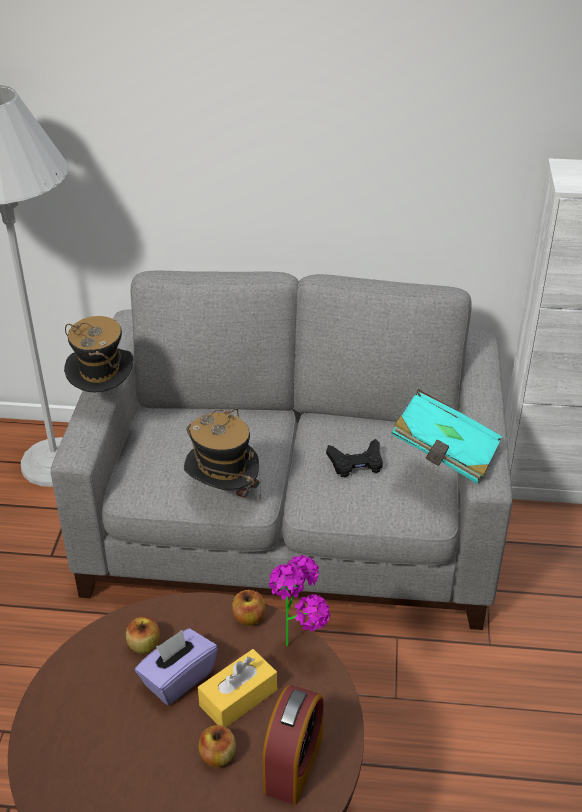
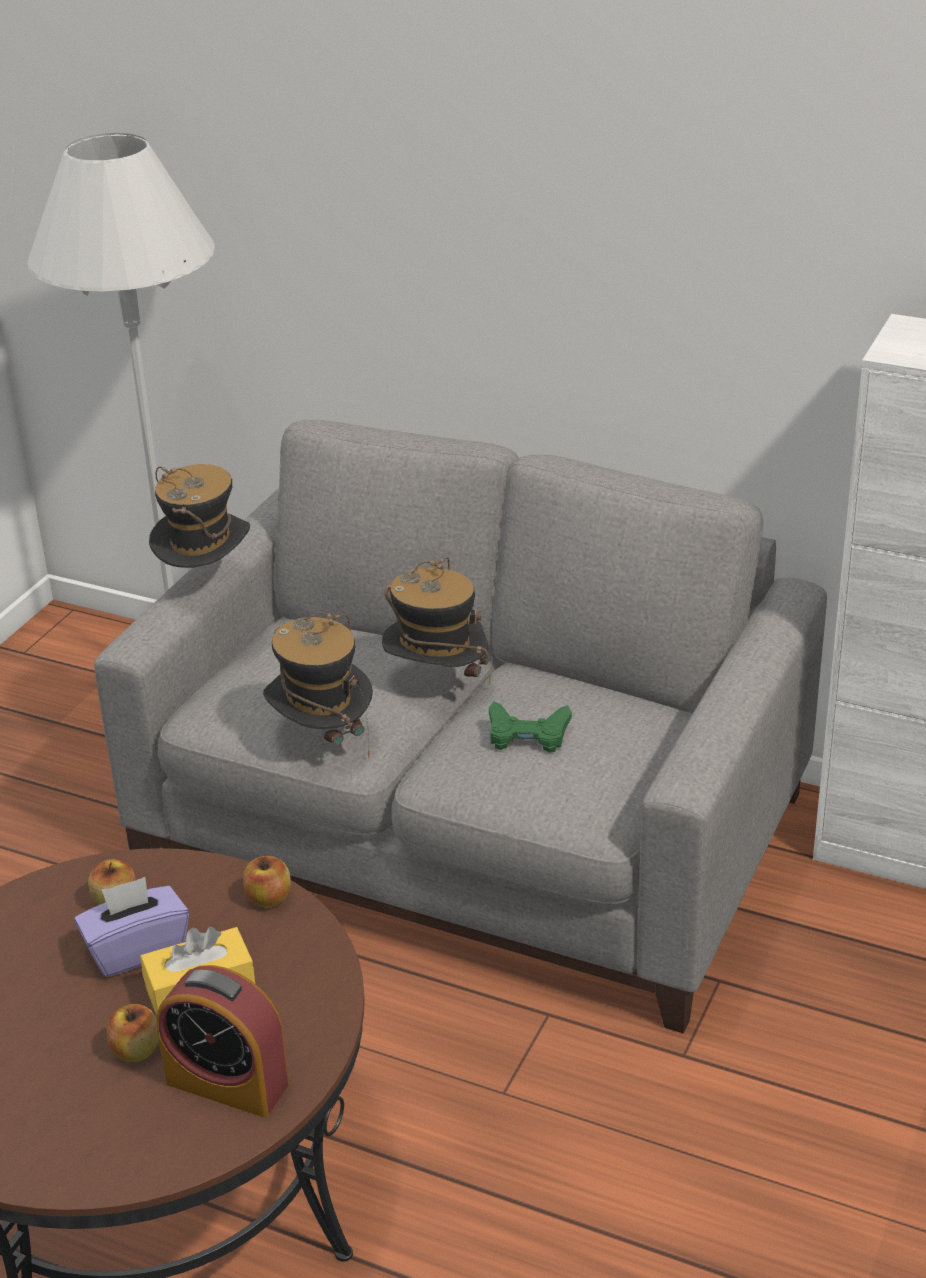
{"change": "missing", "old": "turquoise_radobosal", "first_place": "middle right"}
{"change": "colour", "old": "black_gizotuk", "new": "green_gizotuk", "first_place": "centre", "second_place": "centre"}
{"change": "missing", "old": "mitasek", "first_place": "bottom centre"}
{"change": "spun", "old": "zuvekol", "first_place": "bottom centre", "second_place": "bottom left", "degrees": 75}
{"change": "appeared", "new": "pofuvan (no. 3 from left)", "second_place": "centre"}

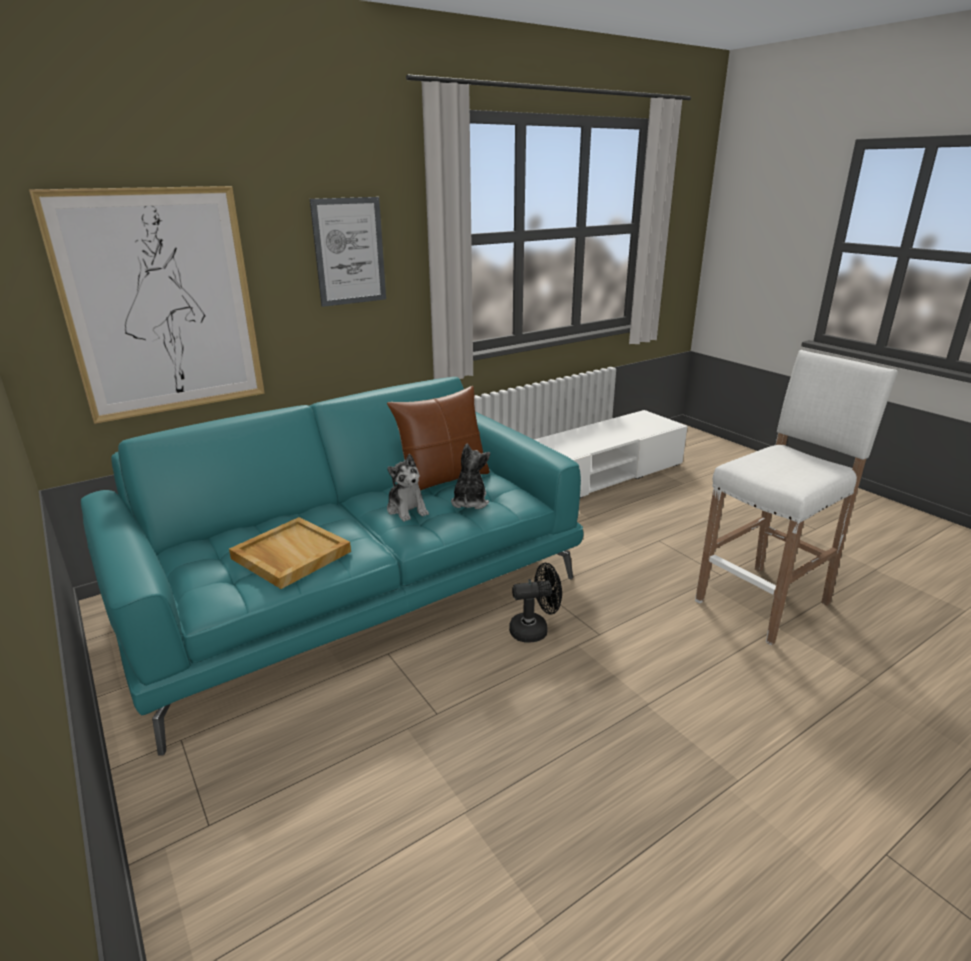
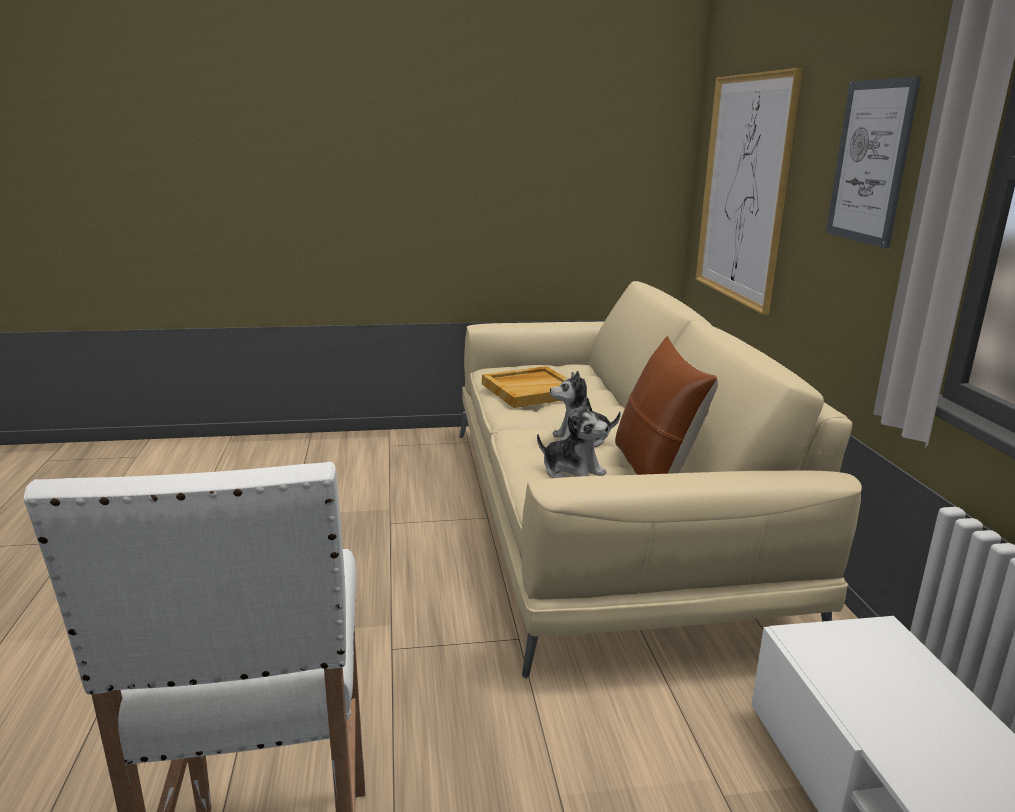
{"change": "colour", "old": "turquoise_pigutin", "new": "beige_pigutin", "first_place": "centre", "second_place": "centre"}
{"change": "missing", "old": "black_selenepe", "first_place": "centre"}

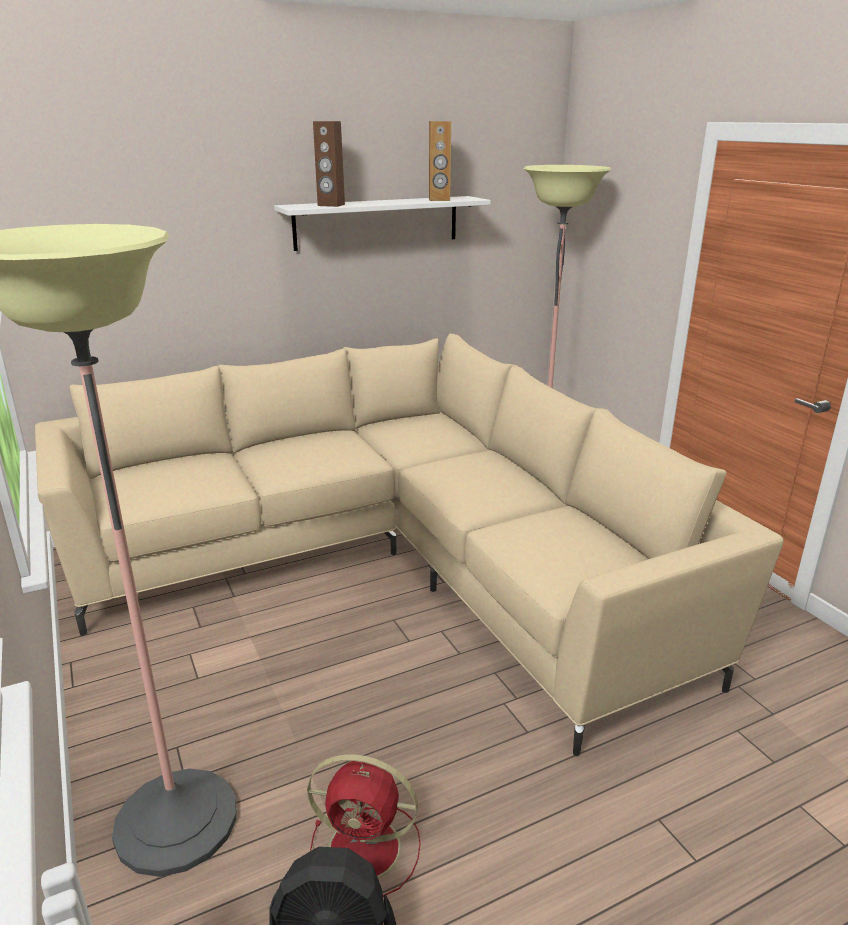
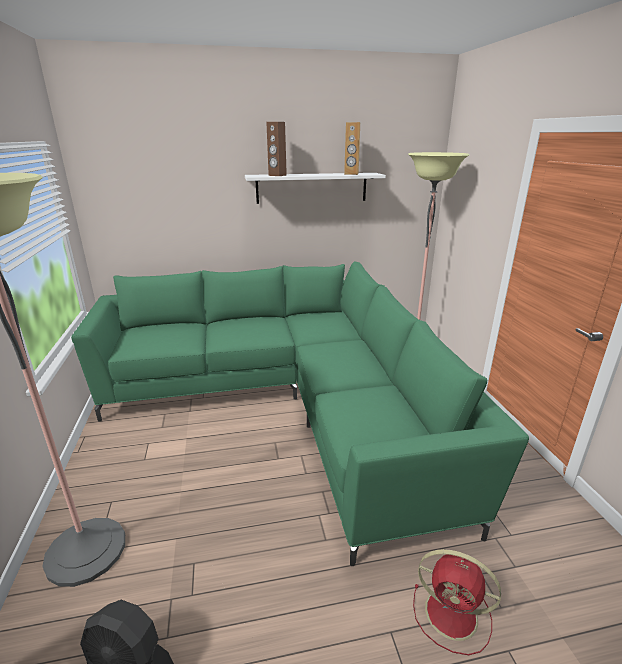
{"change": "colour", "old": "beige_pigutin", "new": "green_pigutin", "first_place": "centre", "second_place": "centre"}
{"change": "relocated", "old": "red_selenepe", "first_place": "bottom centre", "second_place": "bottom right"}

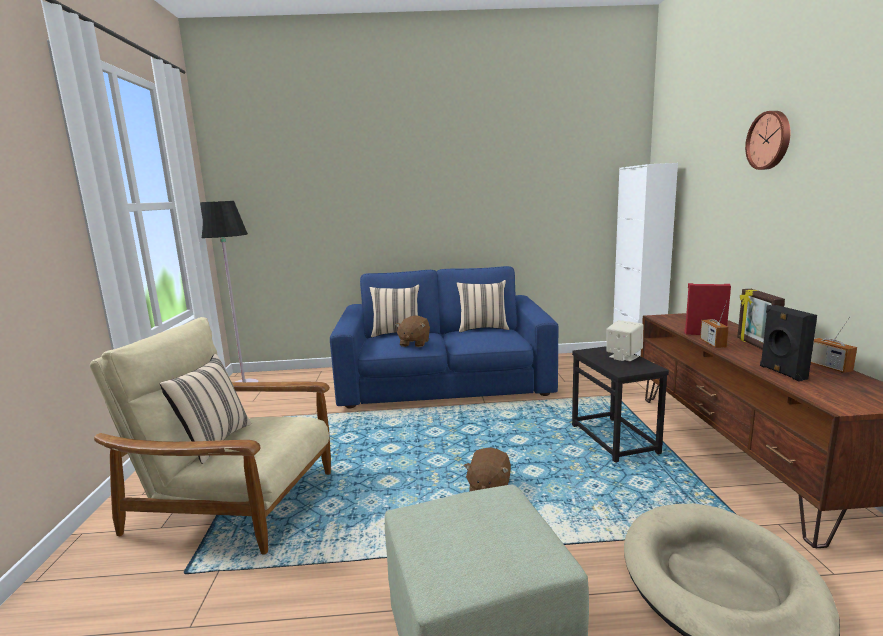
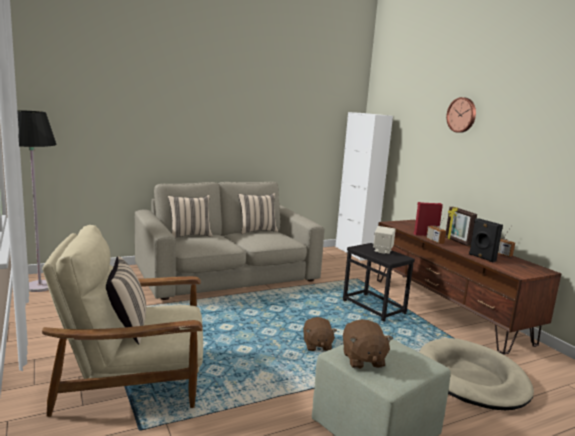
{"change": "colour", "old": "blue_pigutin", "new": "beige_pigutin", "first_place": "centre", "second_place": "centre"}
{"change": "relocated", "old": "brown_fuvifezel (no. 1 from left in the first image)", "new": "brown_fuvifezel (no. 2 from left)", "first_place": "centre", "second_place": "bottom centre"}

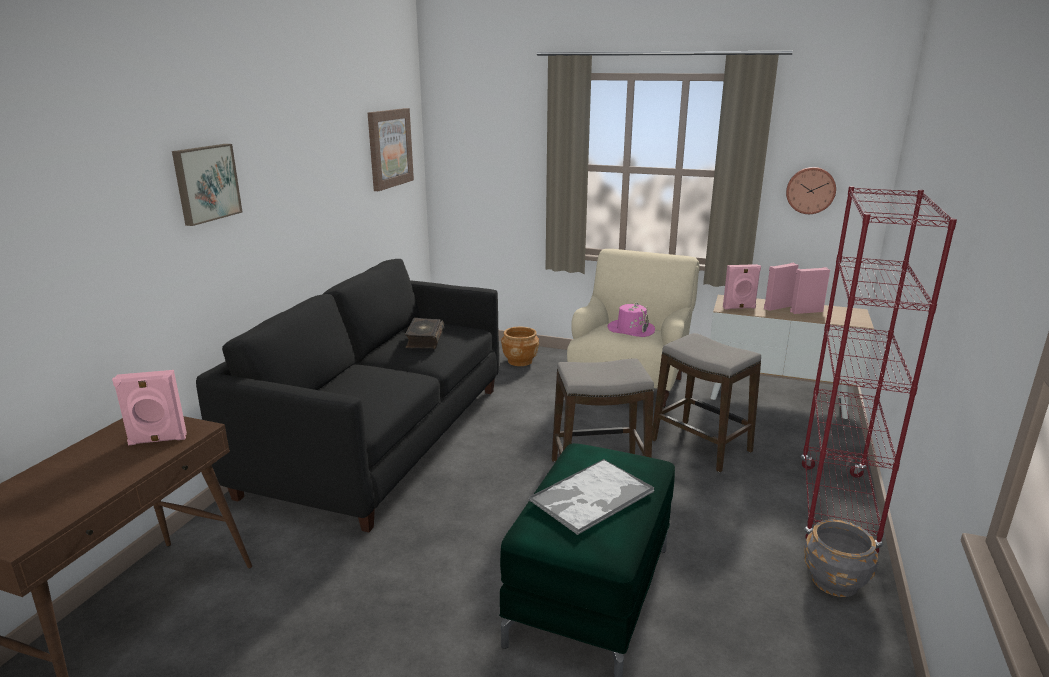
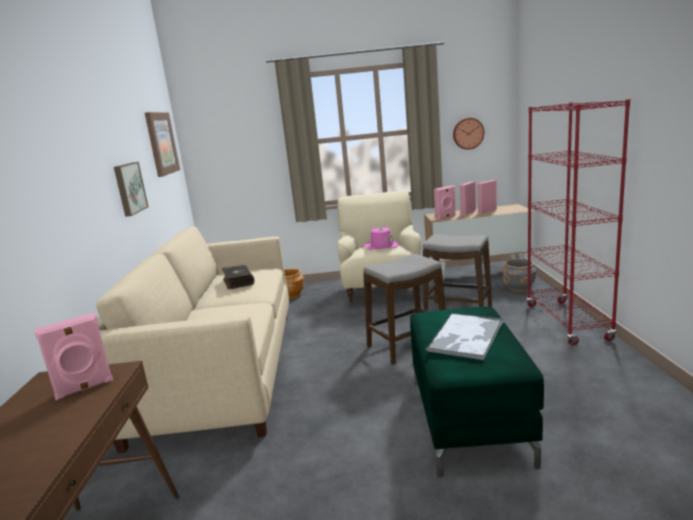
{"change": "relocated", "old": "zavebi (no. 1 from left)", "first_place": "top left", "second_place": "middle left"}
{"change": "colour", "old": "black_pigutin", "new": "beige_pigutin", "first_place": "middle left", "second_place": "middle left"}
{"change": "relocated", "old": "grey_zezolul", "first_place": "bottom right", "second_place": "middle right"}

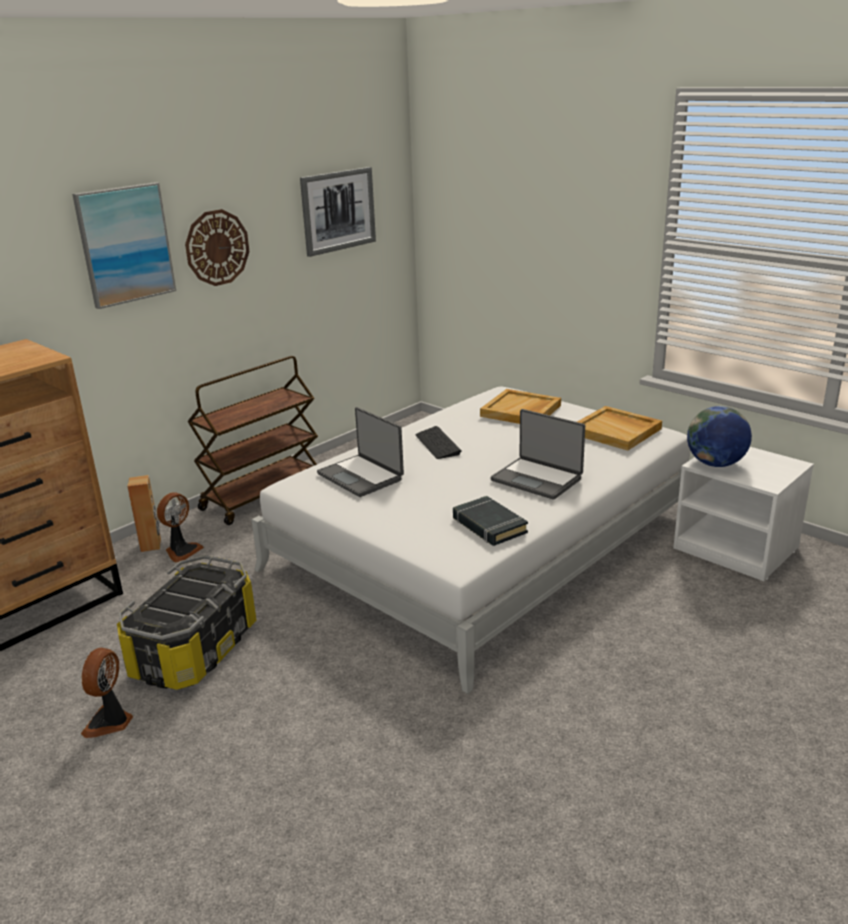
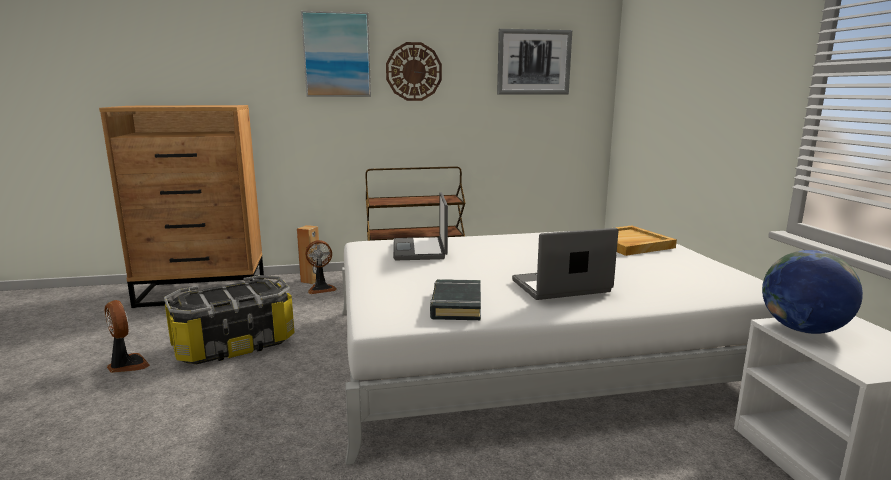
{"change": "missing", "old": "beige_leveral (no. 2 from left)", "first_place": "middle right"}
{"change": "spun", "old": "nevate (no. 2 from left)", "first_place": "centre", "second_place": "centre", "degrees": 90}
{"change": "missing", "old": "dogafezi", "first_place": "centre"}
{"change": "spun", "old": "selenepe (no. 1 from left)", "first_place": "bottom left", "second_place": "bottom left", "degrees": 90}

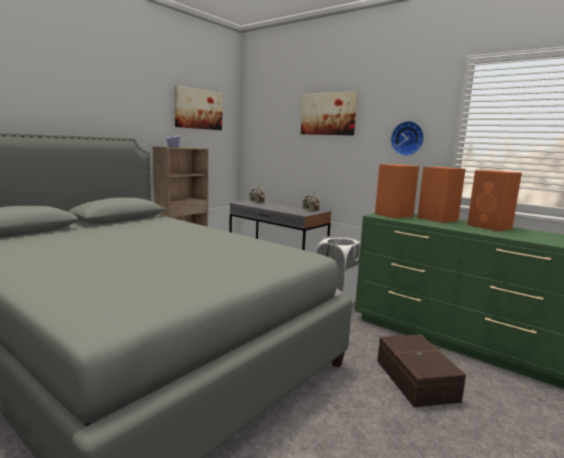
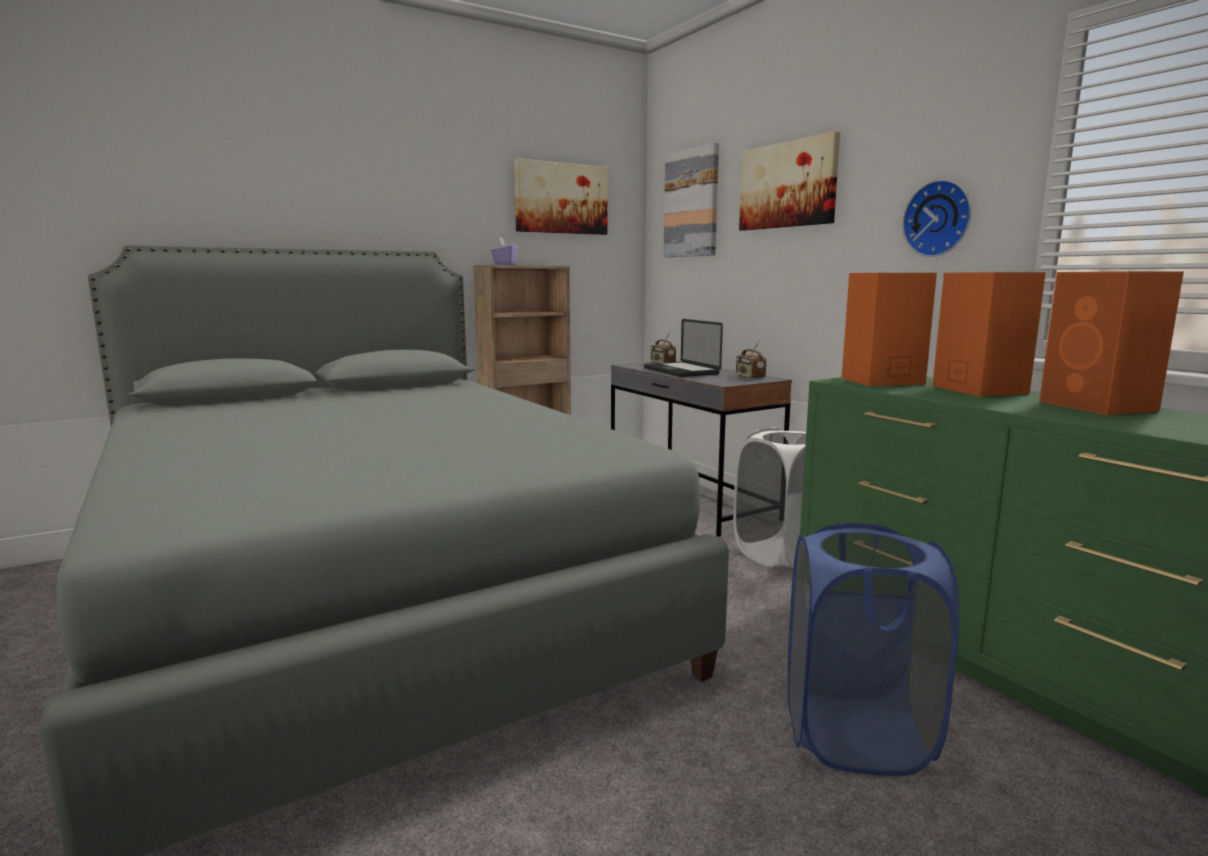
{"change": "exchanged", "old": "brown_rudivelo", "new": "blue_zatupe", "first_place": "bottom right", "second_place": "bottom right"}
{"change": "appeared", "new": "zavebi (no. 2 from left)", "second_place": "top centre"}
{"change": "appeared", "new": "nevate", "second_place": "centre"}

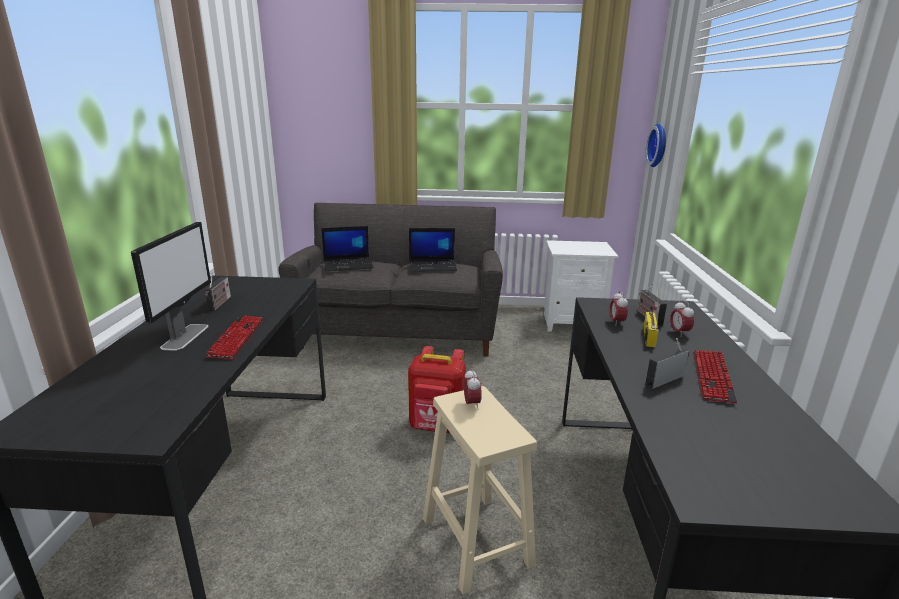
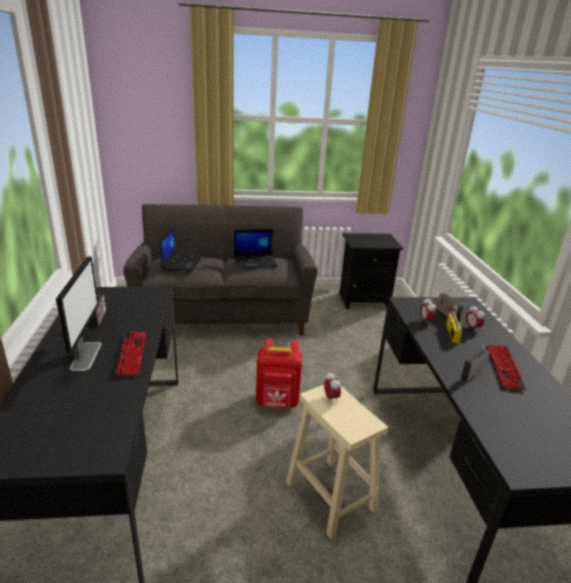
{"change": "missing", "old": "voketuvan", "first_place": "top right"}
{"change": "spun", "old": "nevate (no. 1 from left)", "first_place": "centre", "second_place": "middle left", "degrees": -60}
{"change": "colour", "old": "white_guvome", "new": "black_guvome", "first_place": "centre", "second_place": "centre"}

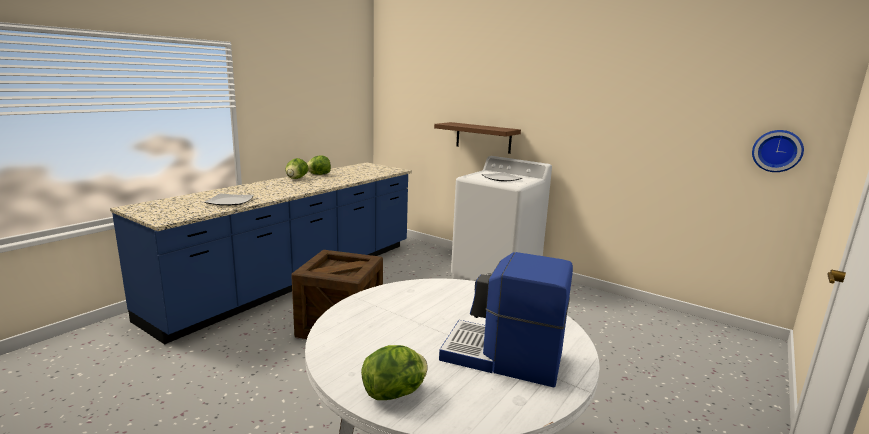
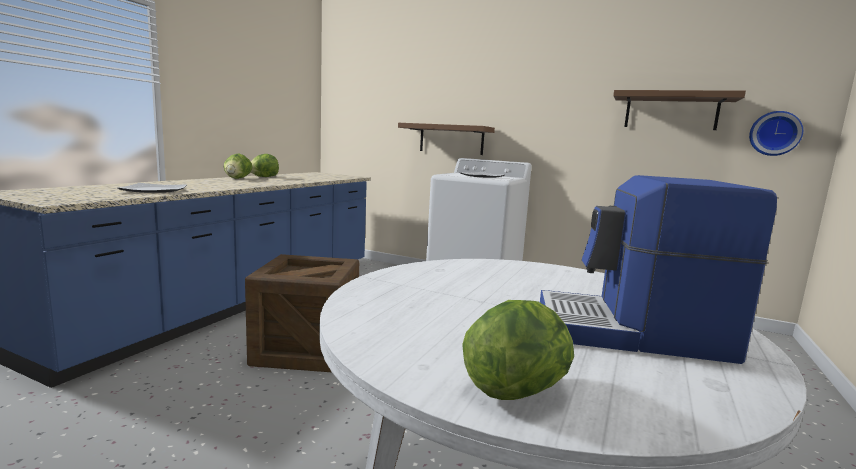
{"change": "appeared", "new": "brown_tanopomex (no. 2 from left)", "second_place": "top right"}

